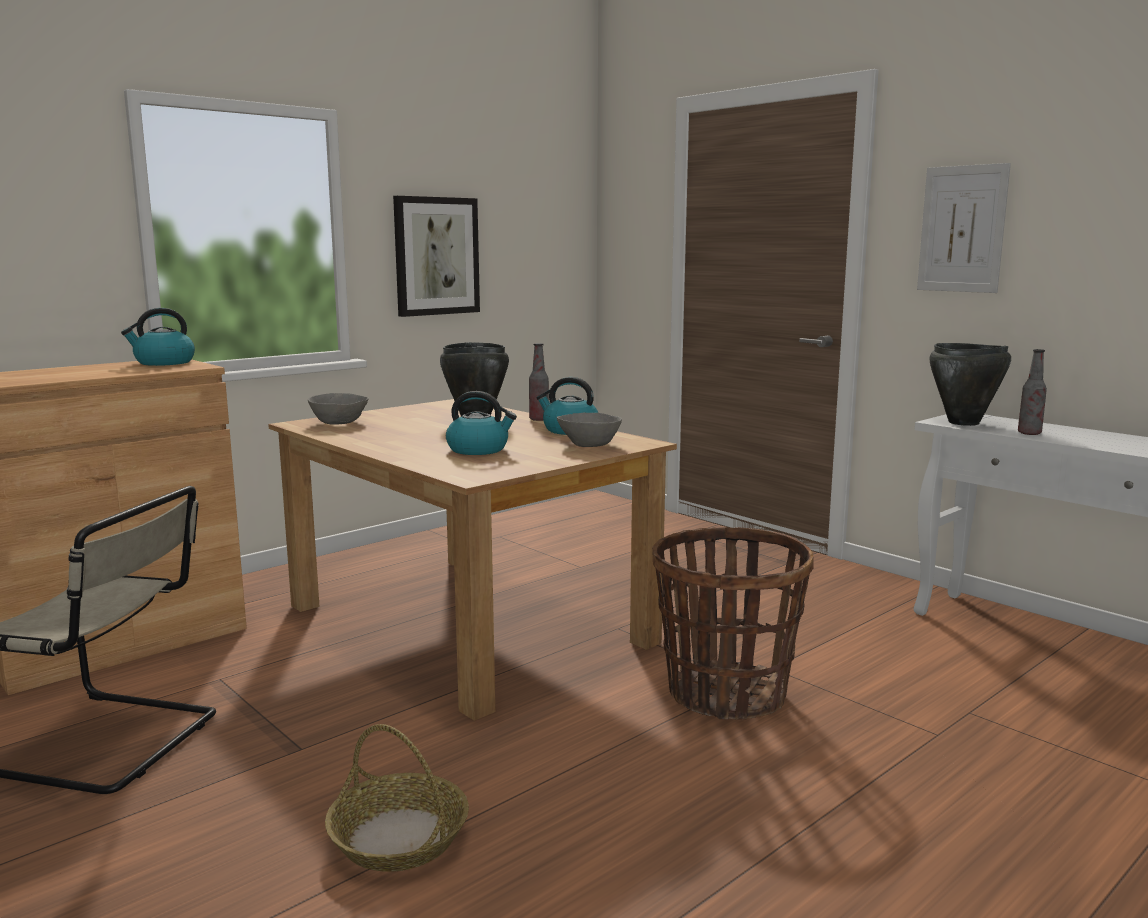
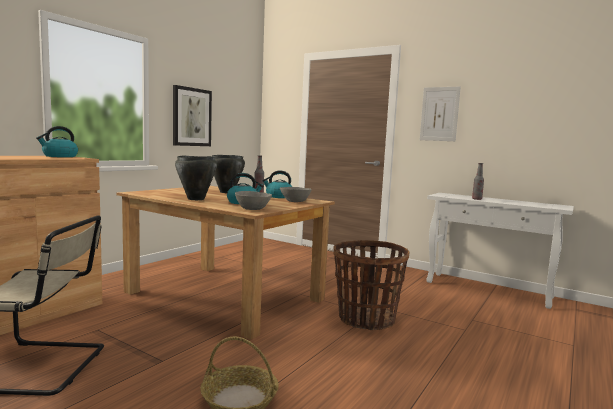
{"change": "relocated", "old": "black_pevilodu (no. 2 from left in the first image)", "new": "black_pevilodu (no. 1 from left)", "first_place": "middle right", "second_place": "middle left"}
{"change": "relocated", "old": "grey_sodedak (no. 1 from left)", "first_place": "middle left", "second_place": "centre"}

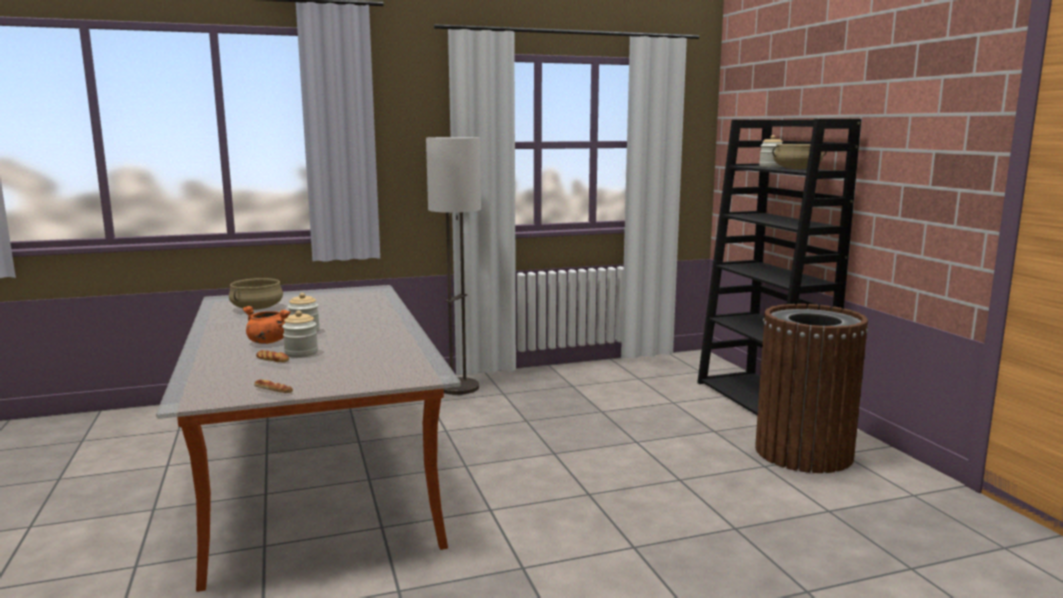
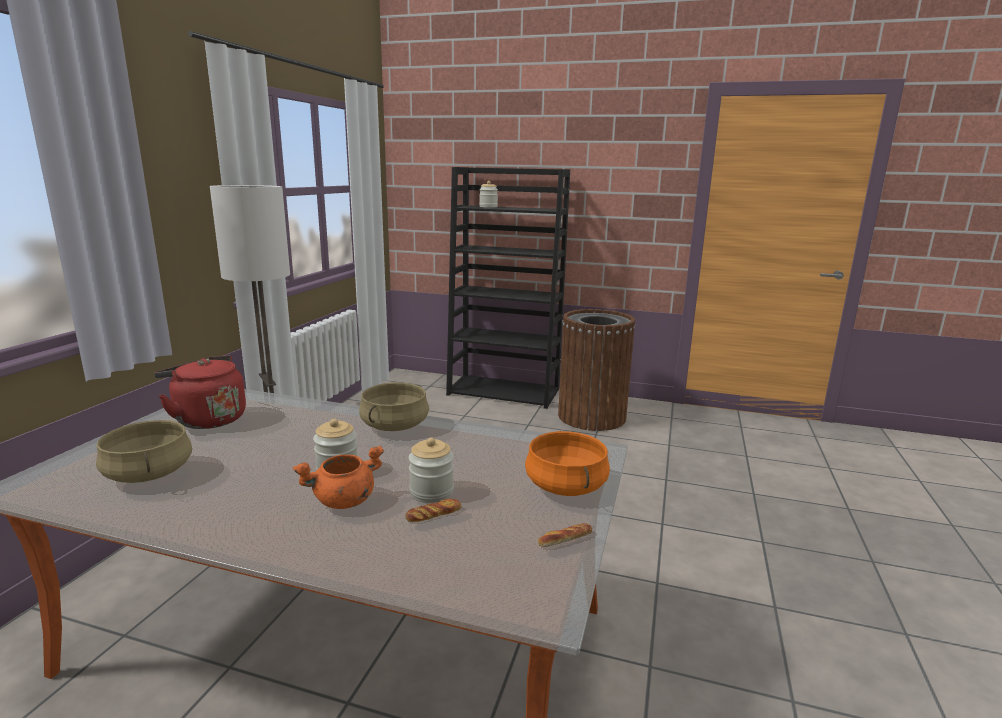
{"change": "relocated", "old": "beige_pevilodu (no. 2 from left)", "first_place": "top right", "second_place": "centre"}
{"change": "appeared", "new": "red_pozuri", "second_place": "middle left"}
{"change": "appeared", "new": "orange_pevilodu (no. 2 from left)", "second_place": "centre"}

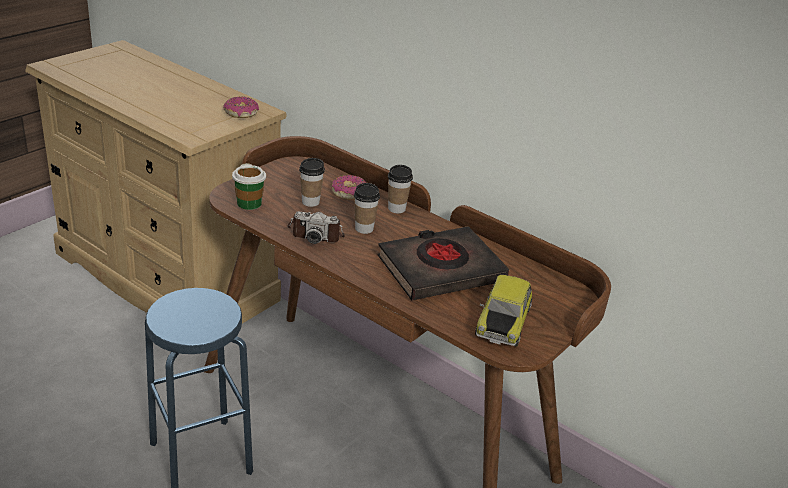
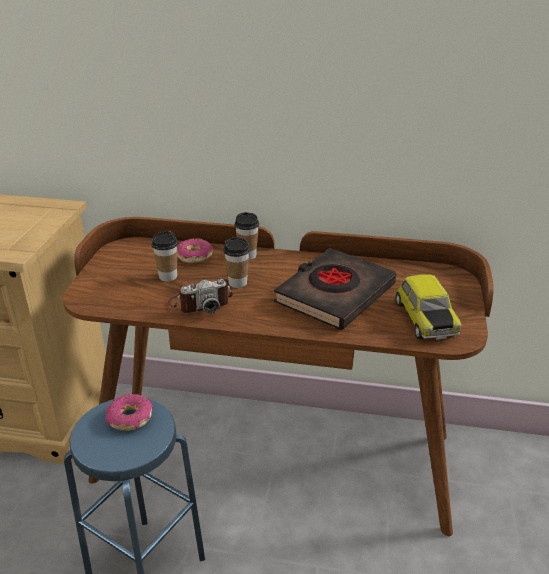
{"change": "relocated", "old": "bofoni (no. 1 from left)", "first_place": "top left", "second_place": "bottom left"}
{"change": "missing", "old": "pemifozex (no. 1 from left)", "first_place": "middle left"}

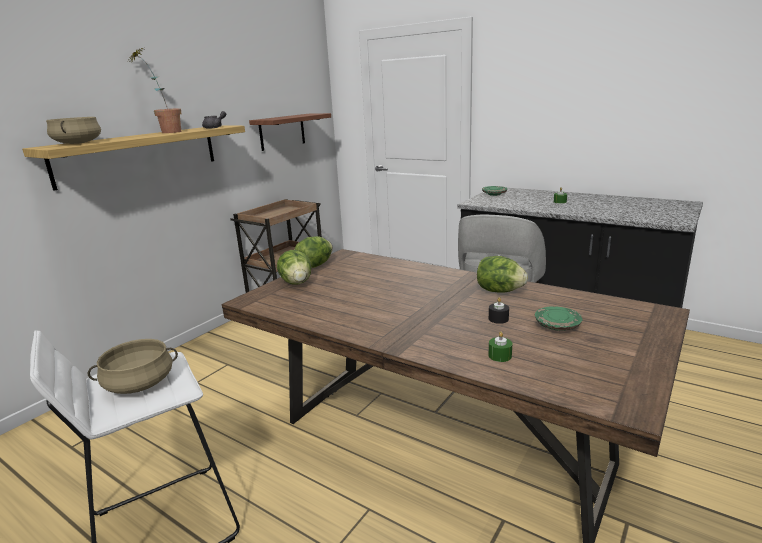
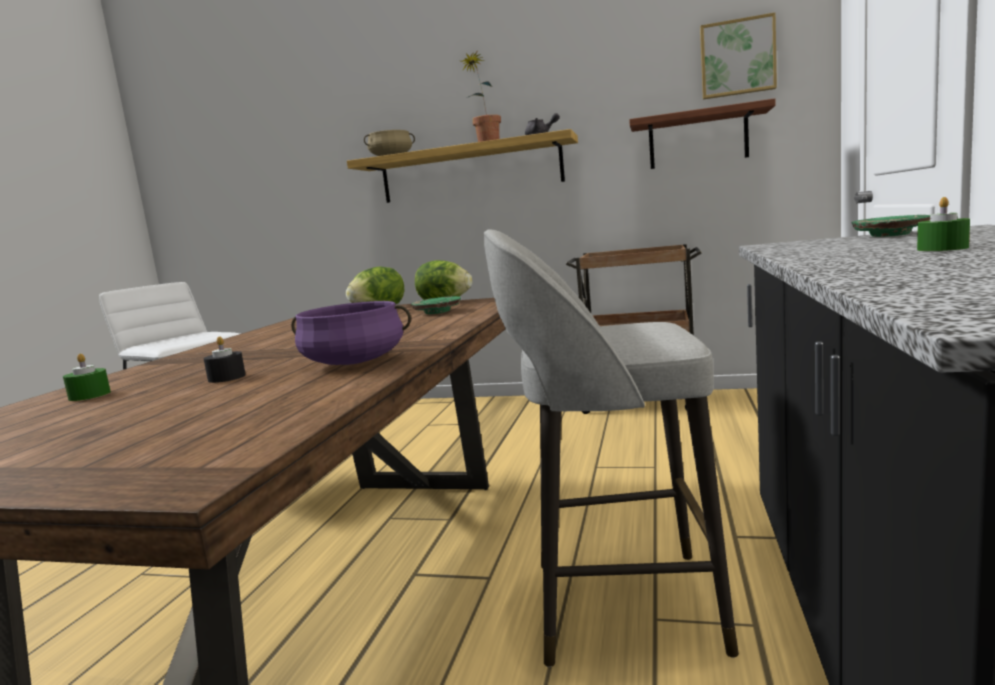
{"change": "exchanged", "old": "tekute (no. 3 from left)", "new": "purple_pevilodu", "first_place": "centre", "second_place": "centre"}
{"change": "relocated", "old": "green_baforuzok (no. 2 from left in the first image)", "new": "green_baforuzok (no. 1 from left)", "first_place": "middle right", "second_place": "centre"}
{"change": "missing", "old": "beige_pevilodu (no. 2 from left)", "first_place": "bottom left"}
{"change": "appeared", "new": "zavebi", "second_place": "top right"}

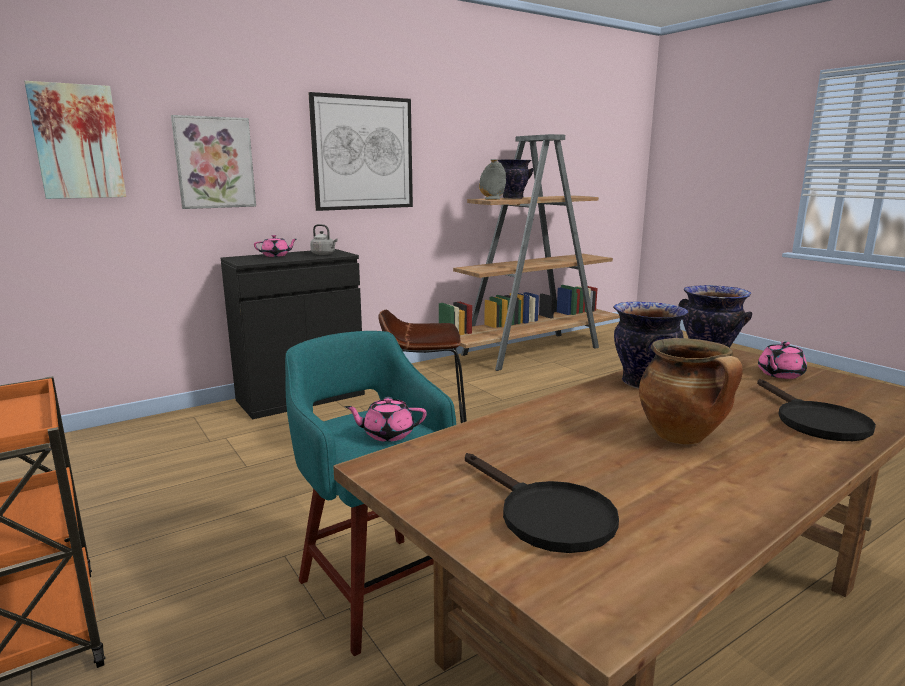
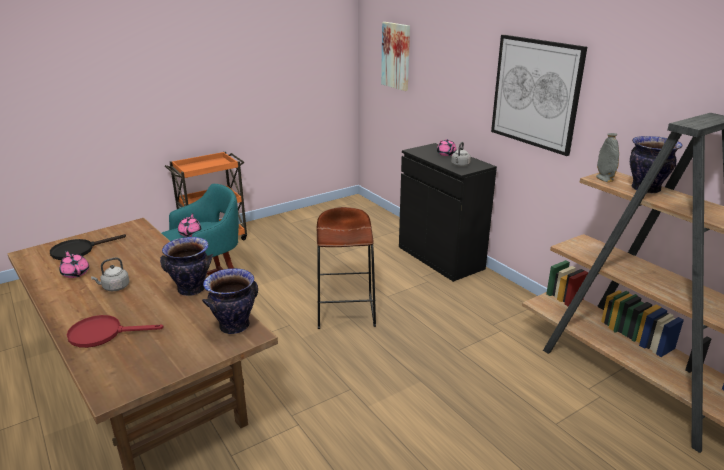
{"change": "missing", "old": "zavebi (no. 2 from left)", "first_place": "top left"}
{"change": "exchanged", "old": "pevilodu", "new": "grey_pozuri (no. 1 from left)", "first_place": "middle right", "second_place": "middle left"}
{"change": "relocated", "old": "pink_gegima (no. 3 from left in the first image)", "new": "pink_gegima (no. 1 from left)", "first_place": "middle right", "second_place": "middle left"}
{"change": "colour", "old": "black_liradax (no. 2 from left)", "new": "red_liradax", "first_place": "middle right", "second_place": "bottom left"}

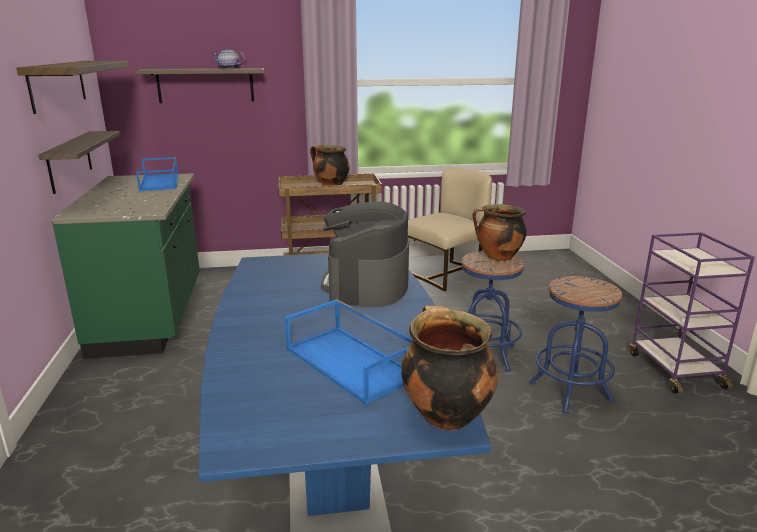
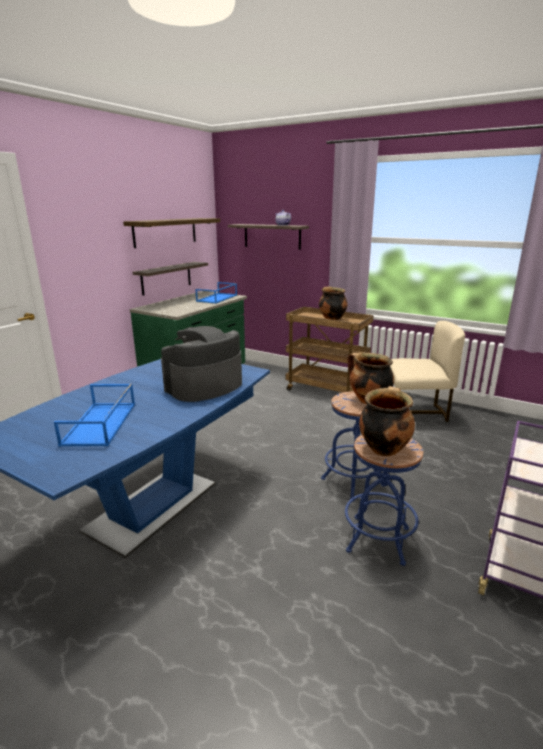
{"change": "relocated", "old": "pevilodu (no. 2 from left in the first image)", "new": "pevilodu (no. 3 from left)", "first_place": "bottom centre", "second_place": "middle right"}

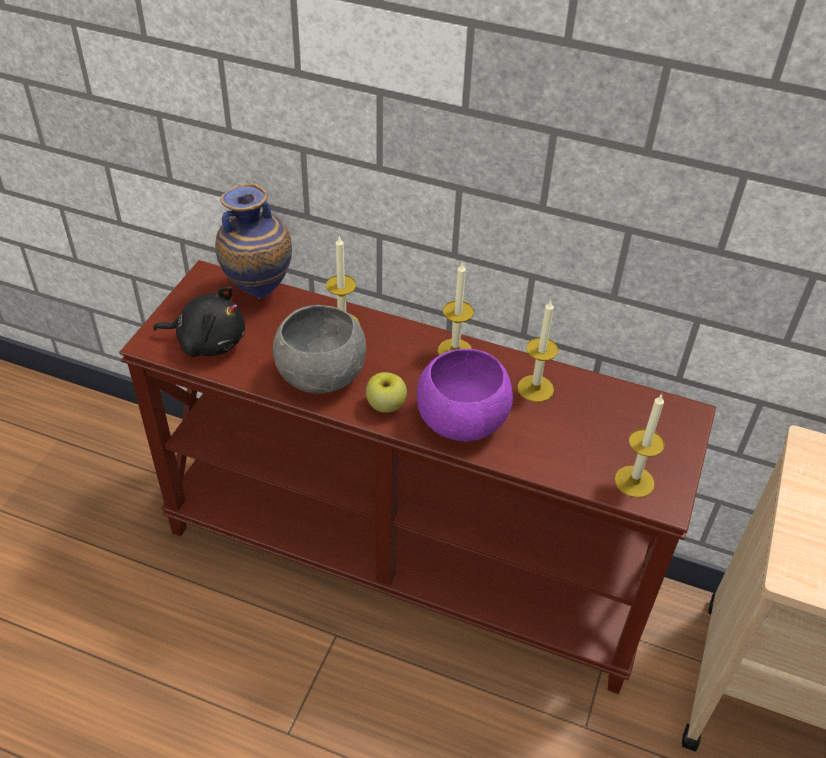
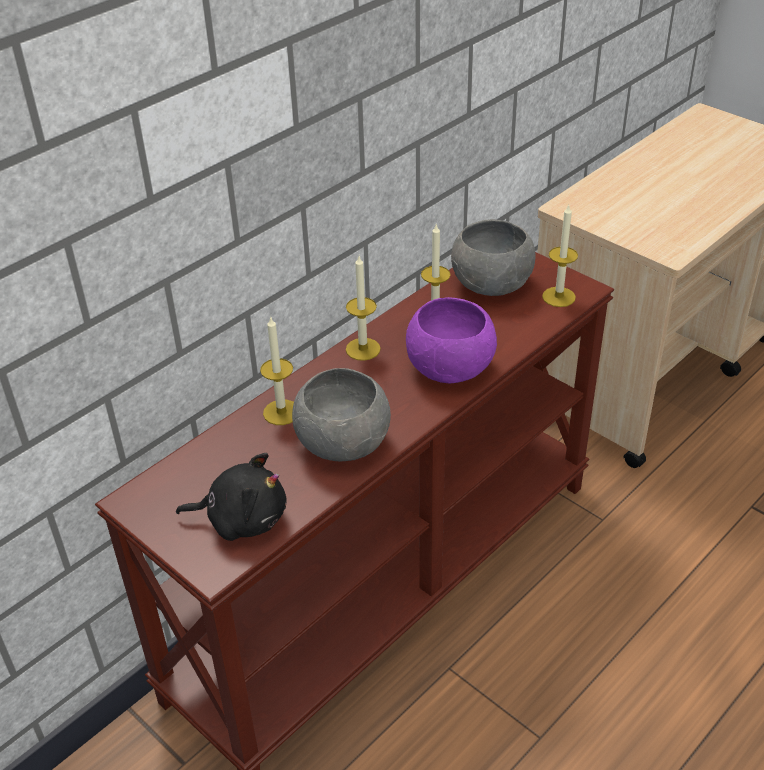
{"change": "missing", "old": "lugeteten", "first_place": "top left"}
{"change": "spun", "old": "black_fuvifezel", "first_place": "middle left", "second_place": "middle left", "degrees": 60}
{"change": "missing", "old": "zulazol", "first_place": "centre"}
{"change": "appeared", "new": "grey_sodedak (no. 2 from left)", "second_place": "centre"}

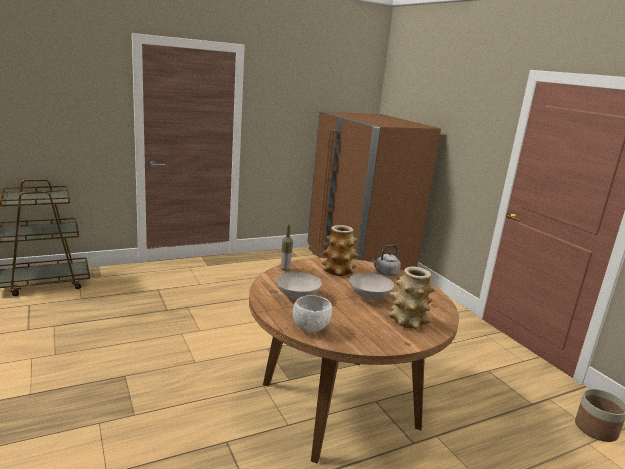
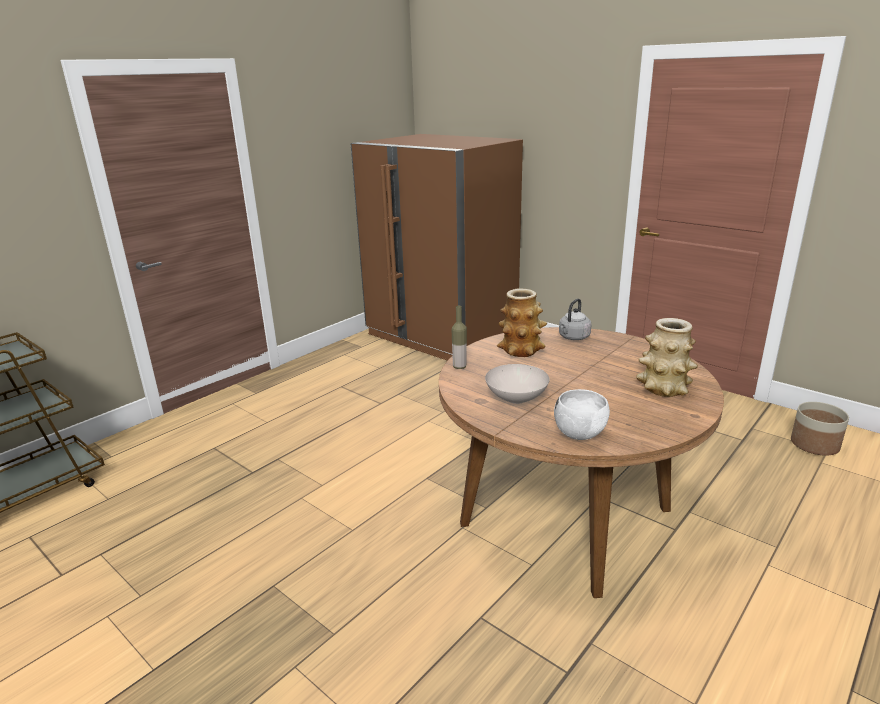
{"change": "missing", "old": "white_sodedak (no. 3 from left)", "first_place": "centre"}

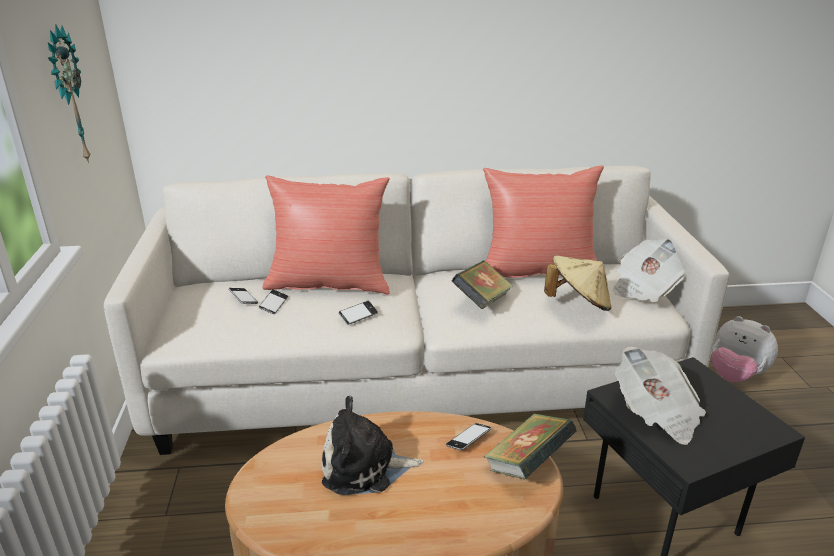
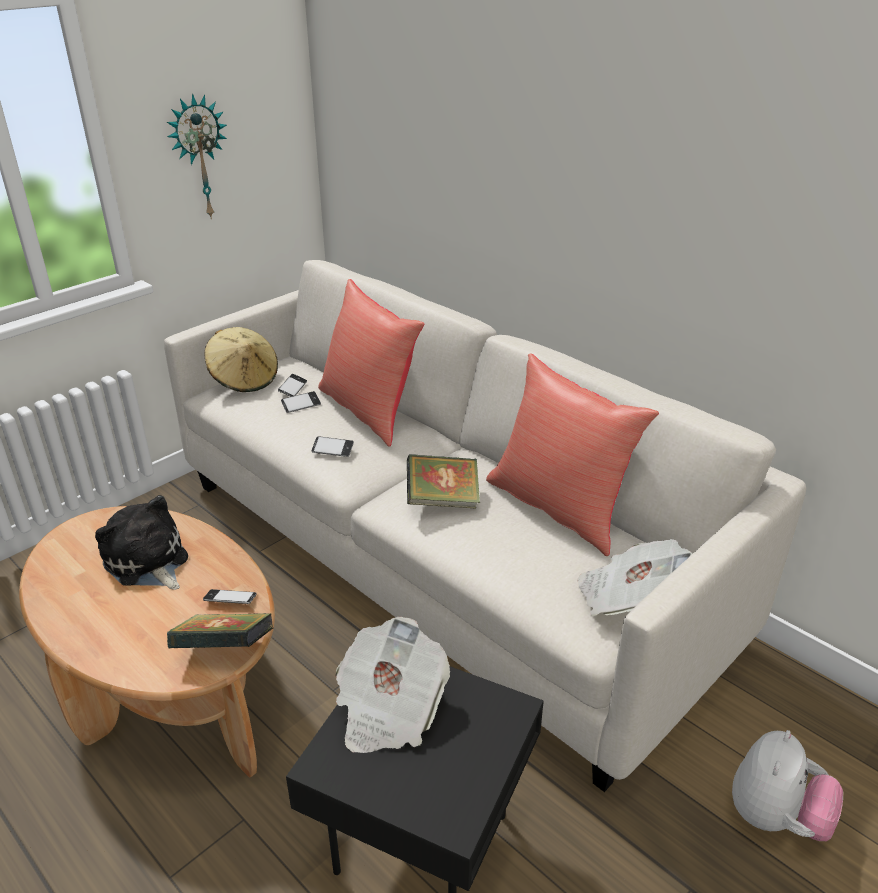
{"change": "relocated", "old": "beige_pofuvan", "first_place": "middle right", "second_place": "middle left"}
{"change": "spun", "old": "fuvifezel (no. 2 from left)", "first_place": "middle right", "second_place": "bottom right", "degrees": -150}

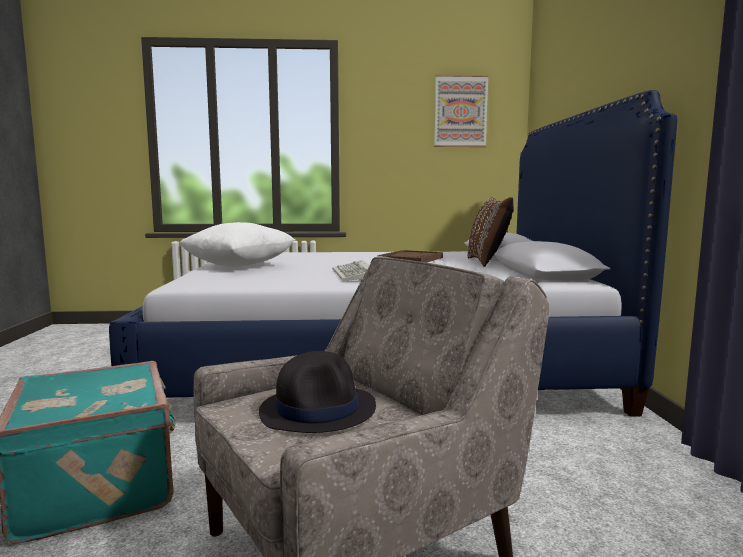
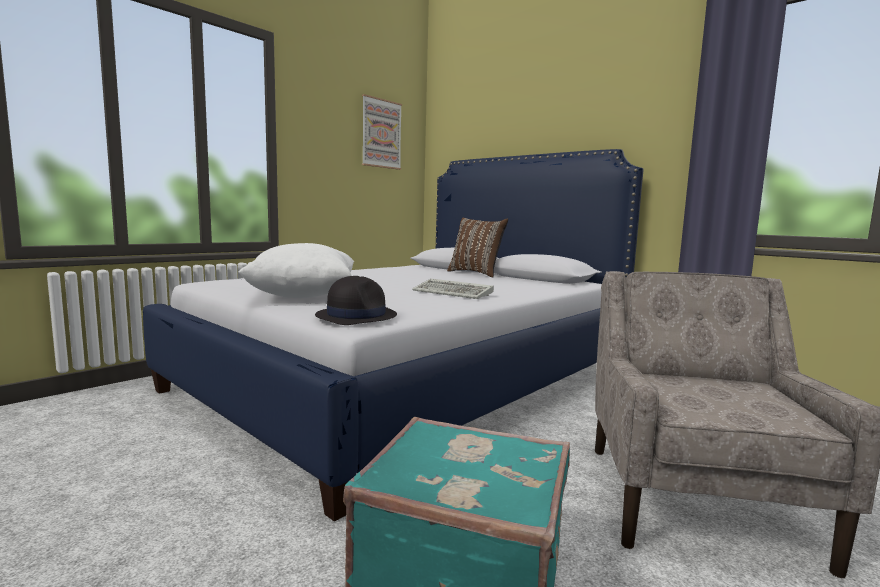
{"change": "missing", "old": "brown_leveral", "first_place": "centre"}
{"change": "relocated", "old": "black_pofuvan", "first_place": "bottom centre", "second_place": "centre"}

